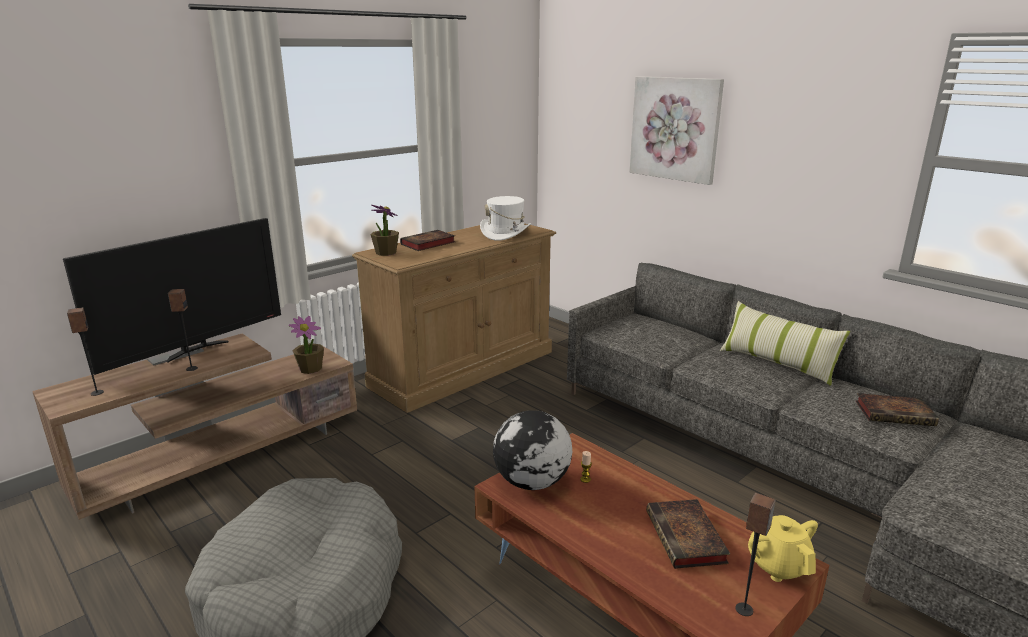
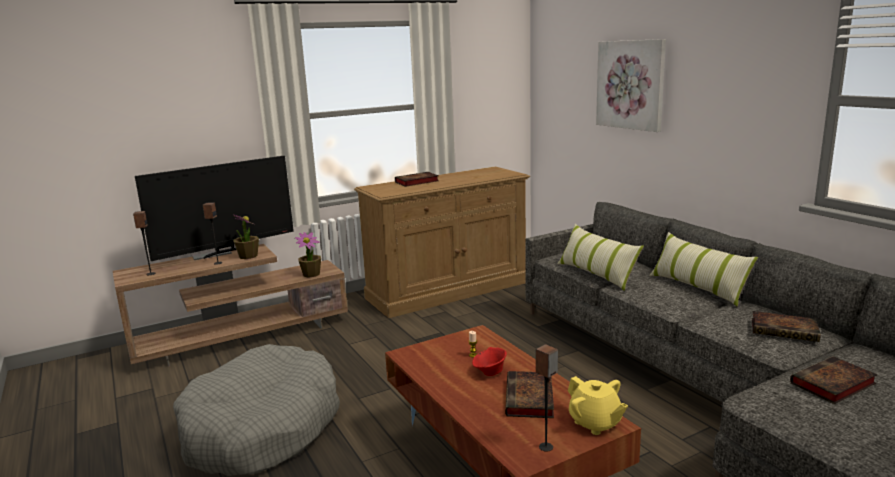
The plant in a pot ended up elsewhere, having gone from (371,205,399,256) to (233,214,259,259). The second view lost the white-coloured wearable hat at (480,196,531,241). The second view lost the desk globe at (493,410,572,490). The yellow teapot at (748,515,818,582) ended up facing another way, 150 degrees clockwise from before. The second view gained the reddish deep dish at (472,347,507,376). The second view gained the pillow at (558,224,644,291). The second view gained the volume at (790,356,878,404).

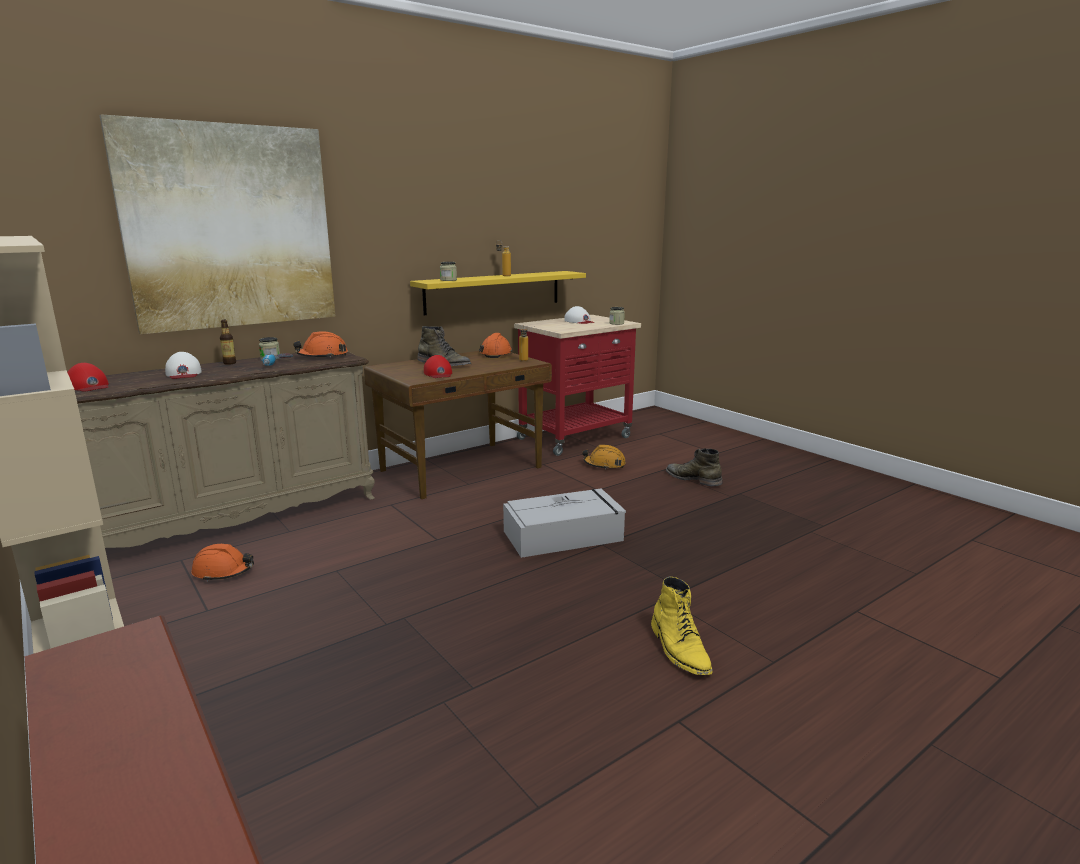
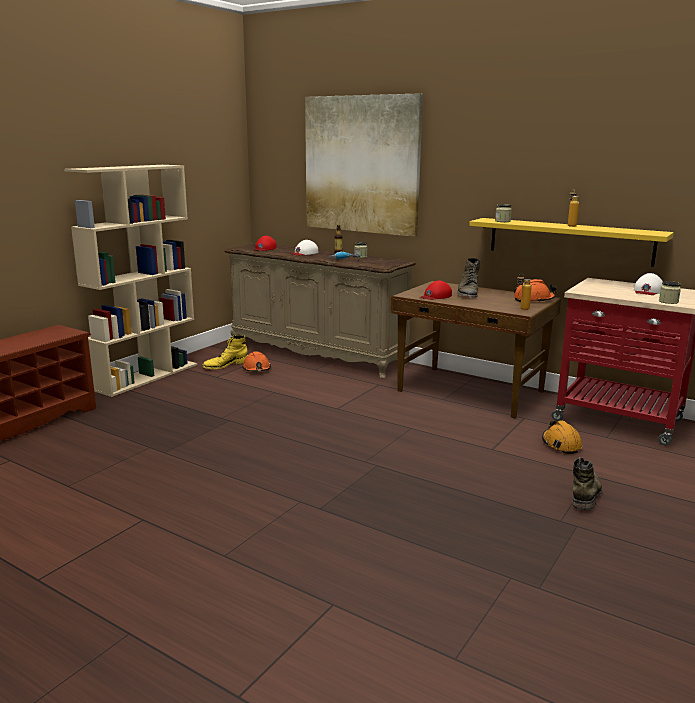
The second view lost the orange-coloured work helmet at (293,331,348,358). The second view lost the greyish storage bin at (503,488,626,558). The yellow tall boot ended up elsewhere, having gone from (651,577,712,675) to (202,335,248,369).

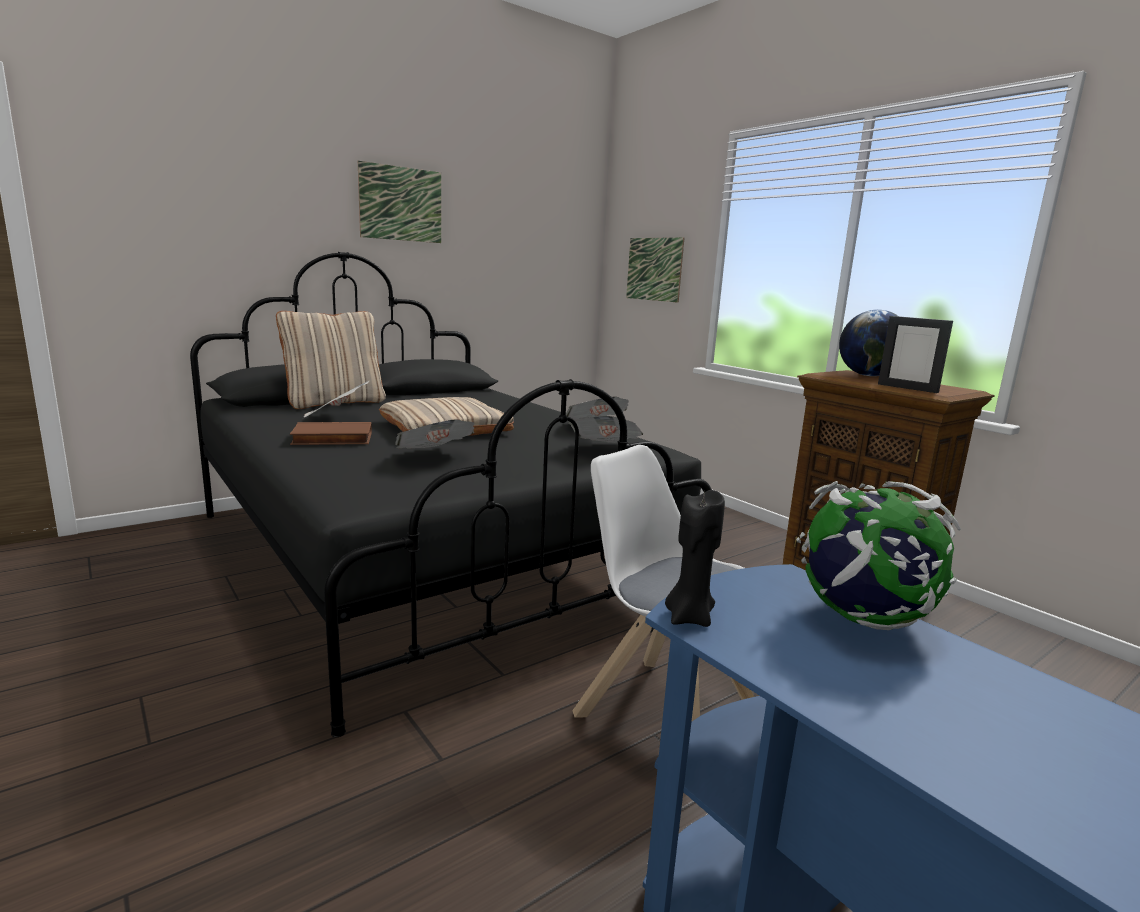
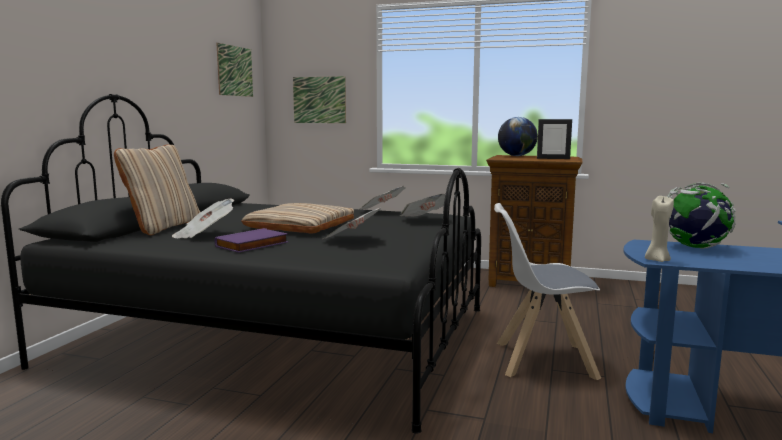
What was the brown volume at (290,422,372,445) turned into the purple-coloured volume at (215,228,288,253). The picture ended up elsewhere, having gone from (358,161,441,243) to (216,43,253,97). What was the blackish wax candle at (665,490,725,627) turned into the sand-coloured wax candle at (645,195,674,262).

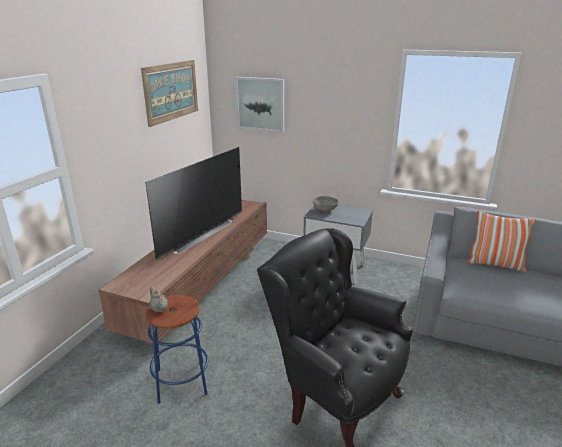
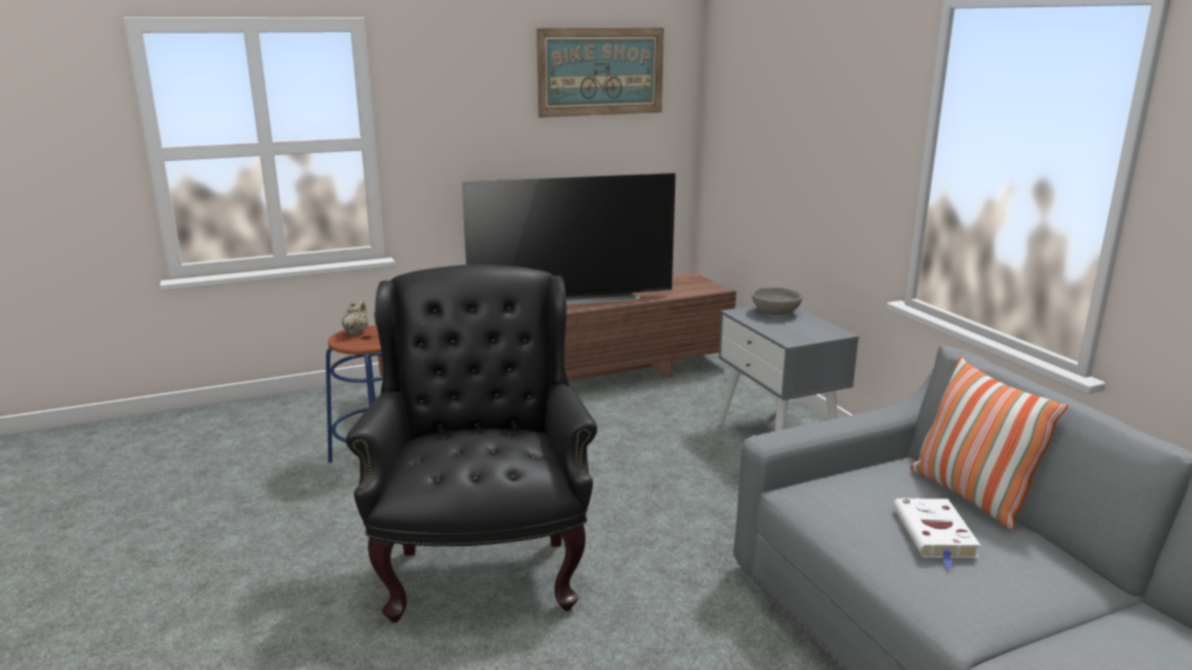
The second view lost the picture at (236,77,285,132). The second view gained the white-coloured volume at (893,498,981,569).

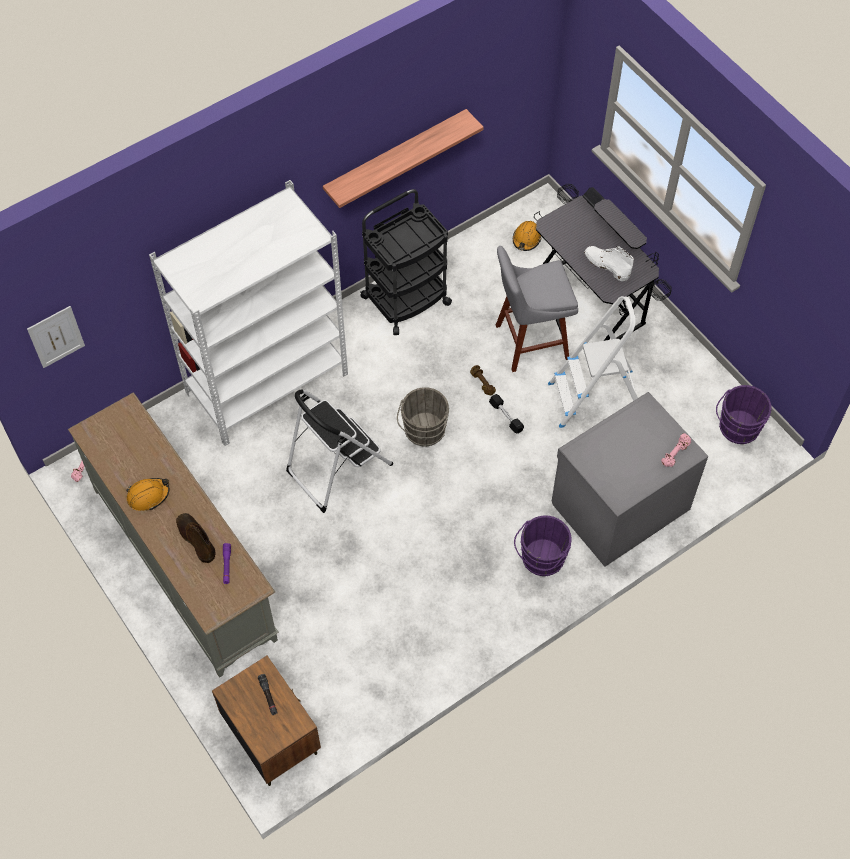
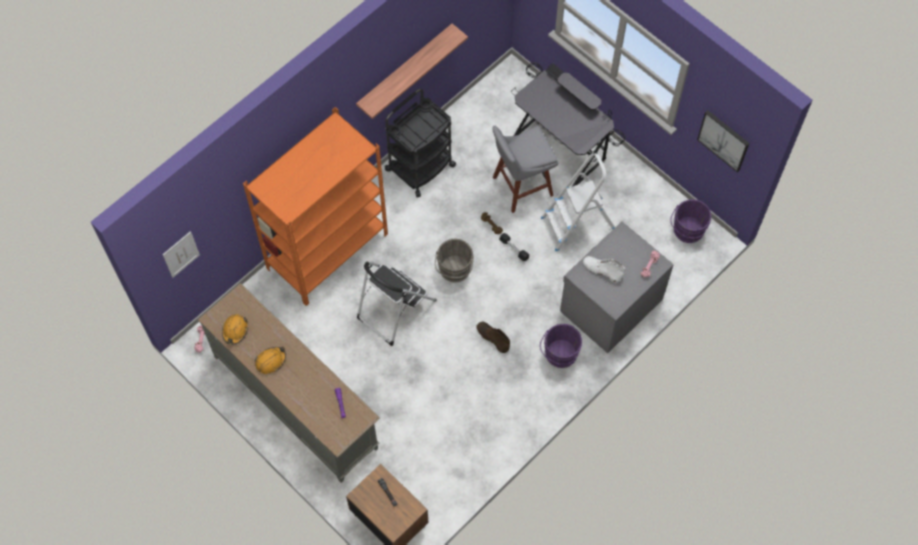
What was the white-coloured bookshelf at (149,180,348,446) turned into the orange-coloured bookshelf at (243,107,388,306). The brown tall boot ended up elsewhere, having gone from (176,513,215,563) to (476,322,510,353). The orange-coloured work helmet ended up elsewhere, having gone from (513,221,542,251) to (222,314,248,345). The white-coloured tall boot ended up elsewhere, having gone from (585,246,634,281) to (583,256,625,283). The second view gained the picture at (697,110,749,172).

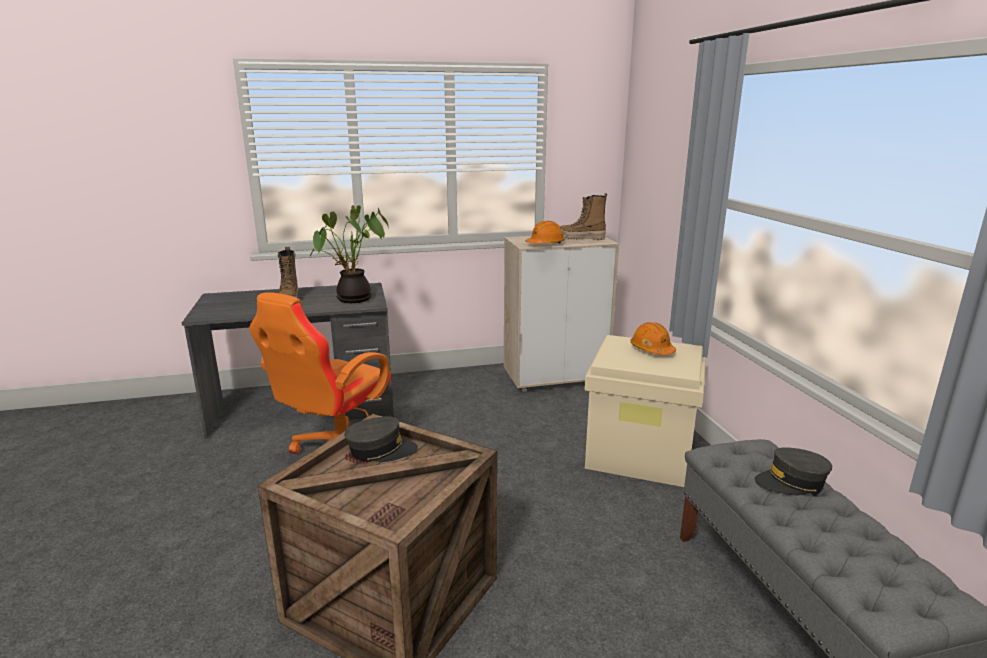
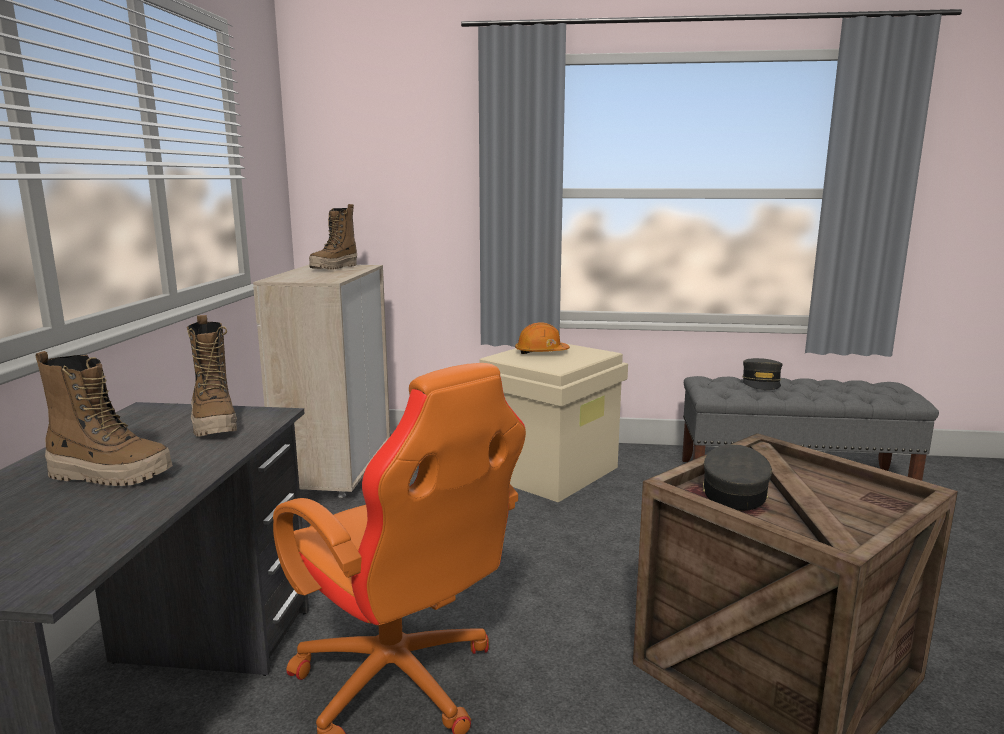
Where the plant in a pot stood at (310,205,389,303), the tall boot came to stand at (187,315,237,436). The second view lost the orange-coloured work helmet at (526,221,565,244).

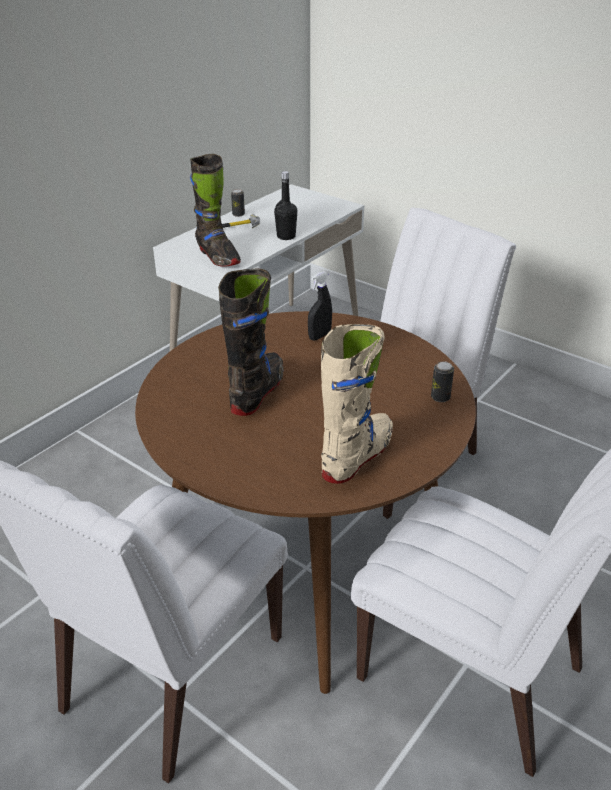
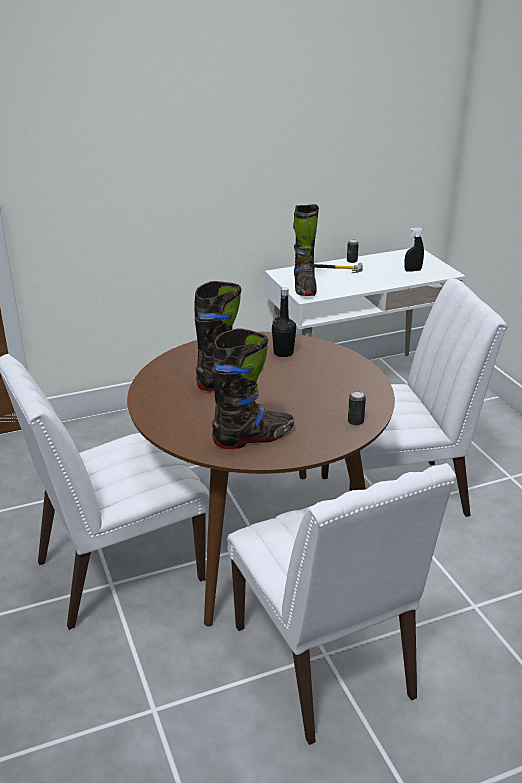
The blackish bottle ended up elsewhere, having gone from (274,171,297,240) to (272,287,296,357). The blackish sprayer ended up elsewhere, having gone from (308,271,332,341) to (404,227,424,272). What was the sand-coloured tall boot at (321,324,393,484) turned into the blackish tall boot at (212,328,294,449).

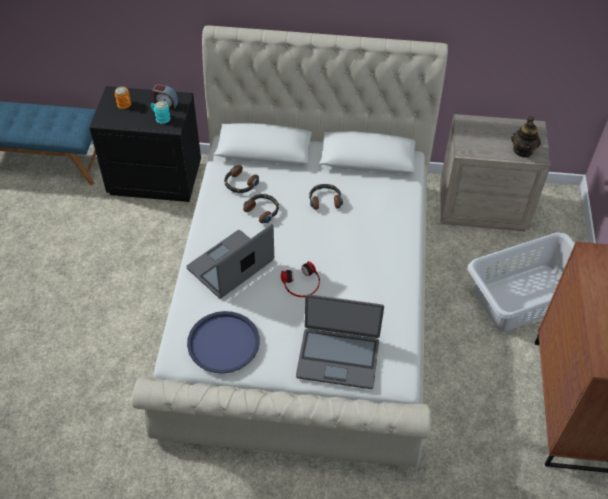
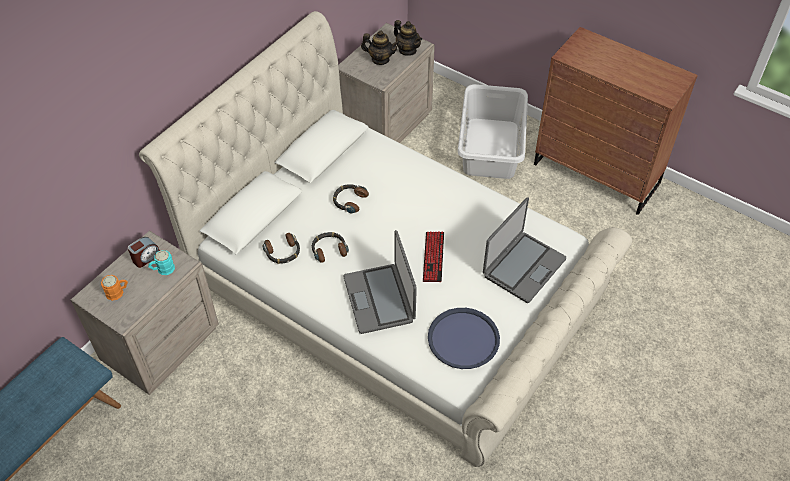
What was the blackish nightstand at (89,86,201,202) turned into the sand-coloured nightstand at (71,231,219,395). Where the headphones stood at (281,261,320,297), the PC keyboard came to stand at (423,231,444,282). The second view gained the teapot at (361,30,399,65).

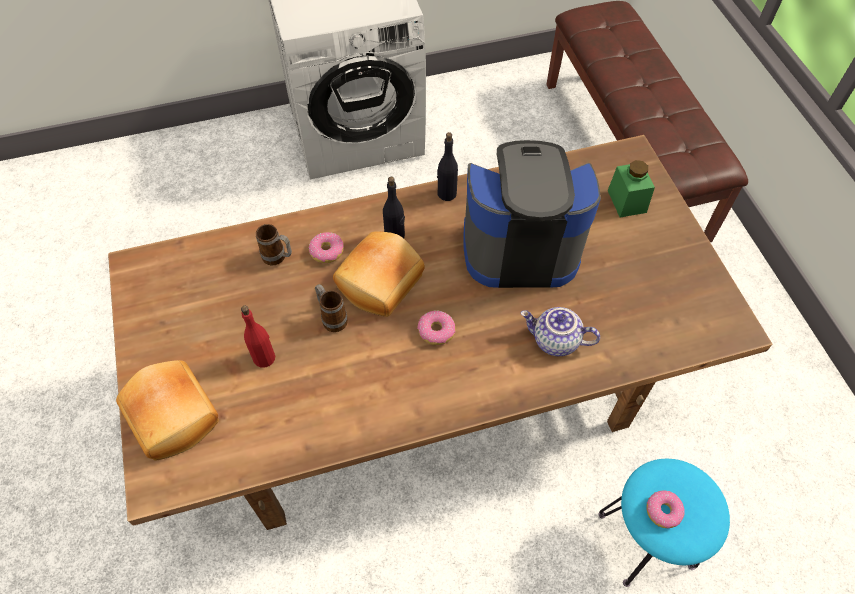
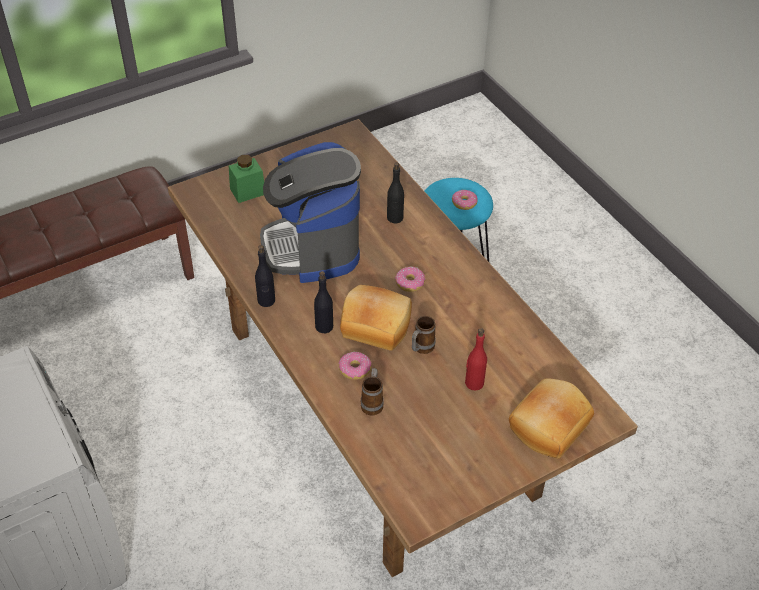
Where the teapot stood at (521,307,600,356), the blackish bottle came to stand at (387,162,404,223).

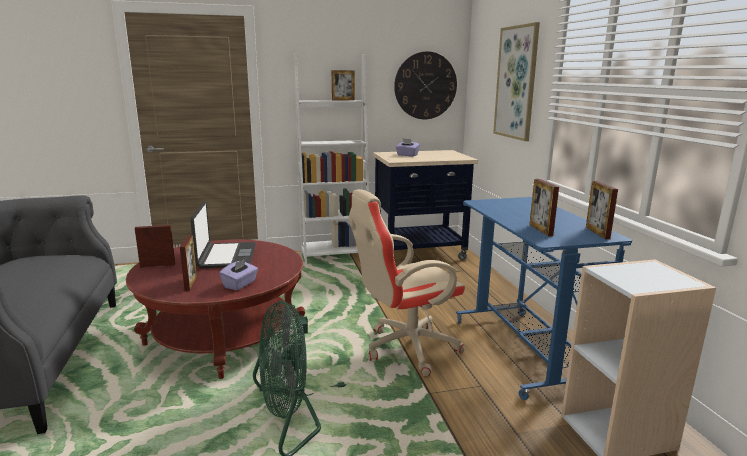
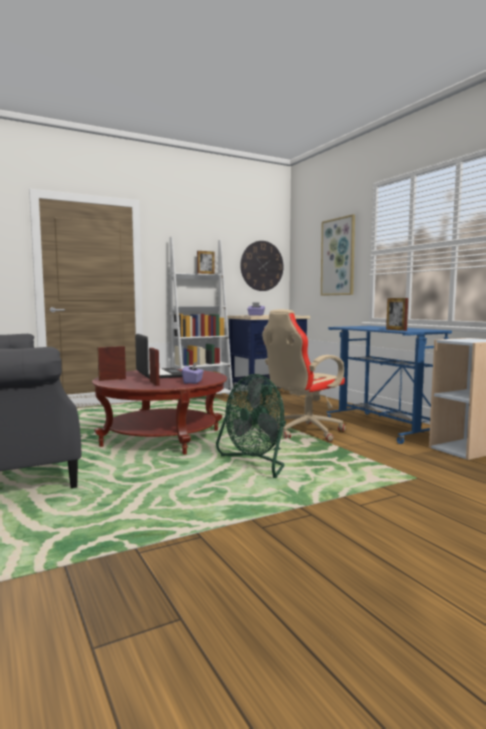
The second view lost the photo frame at (586,181,618,239).

